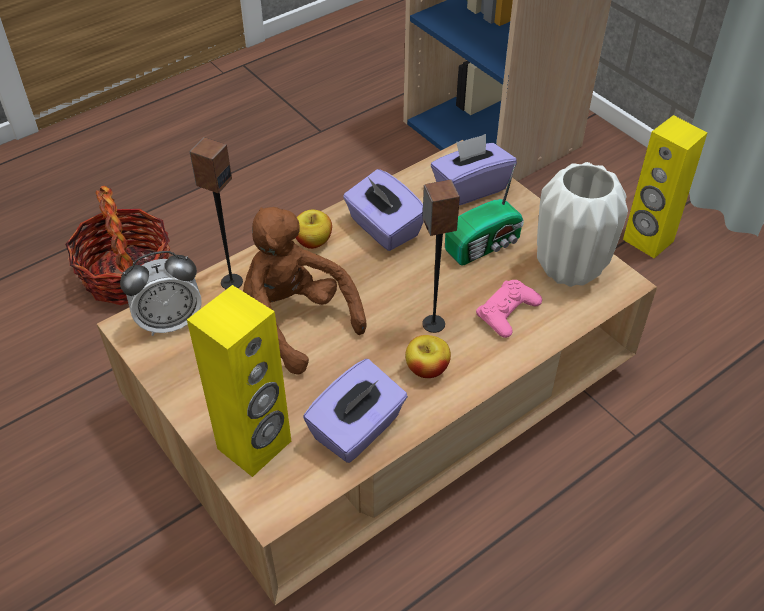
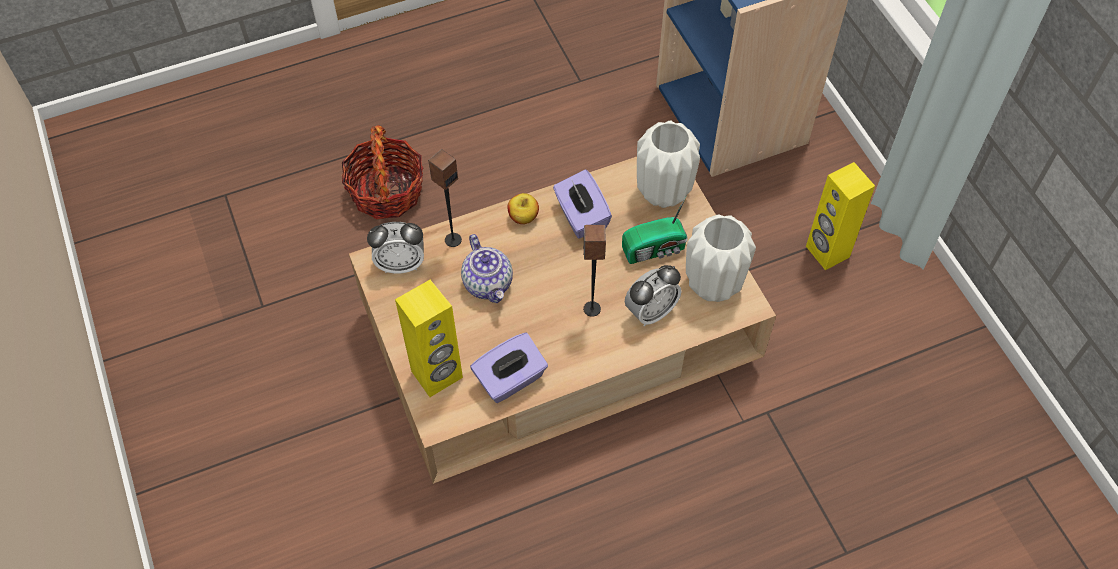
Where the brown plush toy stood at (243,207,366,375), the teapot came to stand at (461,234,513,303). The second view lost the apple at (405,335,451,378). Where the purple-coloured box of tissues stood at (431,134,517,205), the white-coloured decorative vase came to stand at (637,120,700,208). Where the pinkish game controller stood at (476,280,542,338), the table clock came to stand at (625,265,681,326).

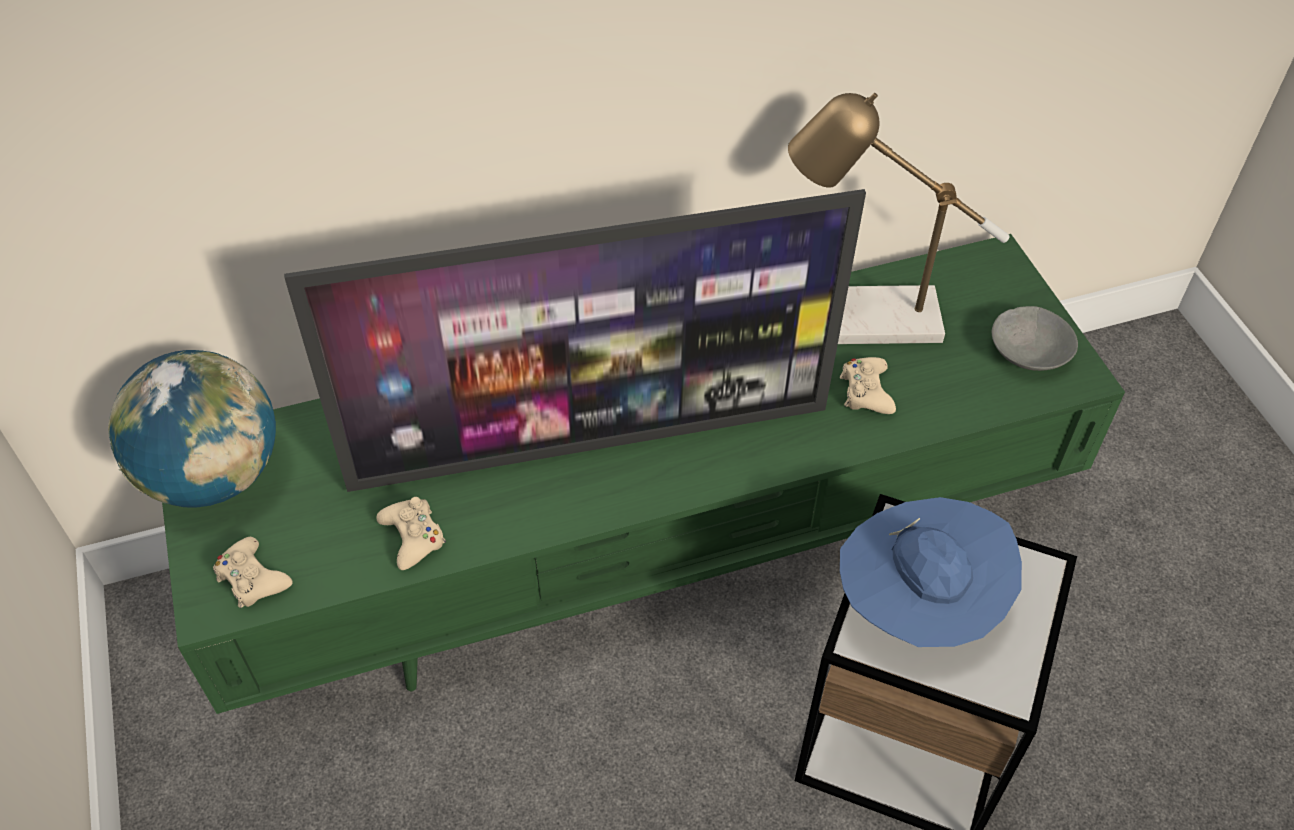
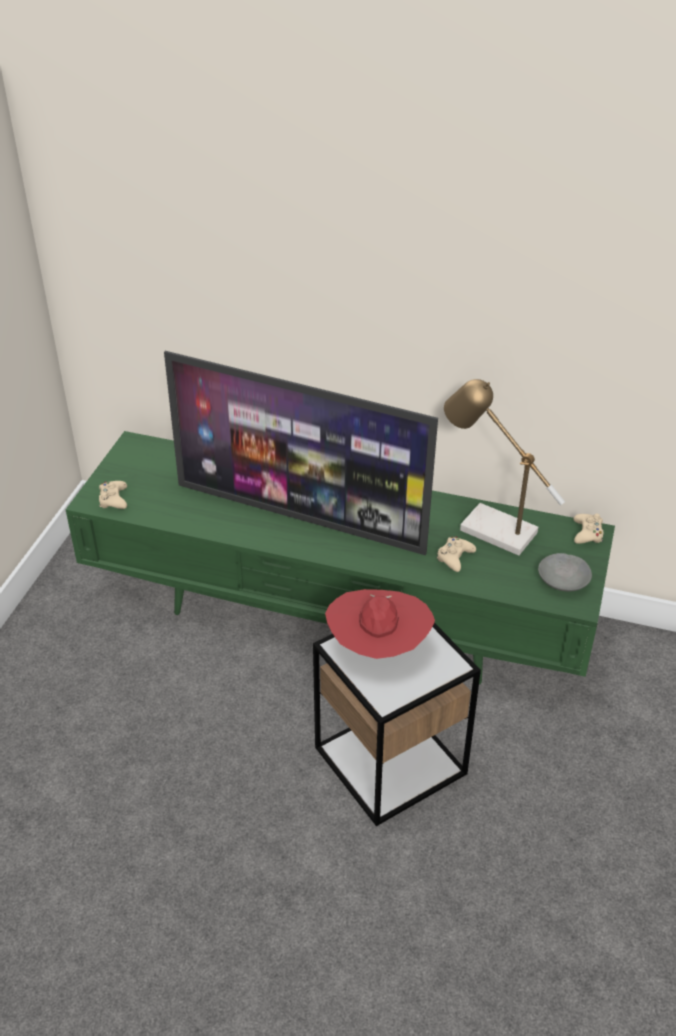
The second view lost the desk globe at (108,350,276,508). The sand-coloured game controller ended up elsewhere, having gone from (377,497,446,570) to (574,514,603,544). What was the blue-coloured wearable hat at (840,497,1022,647) turned into the reddish wearable hat at (325,589,435,659).

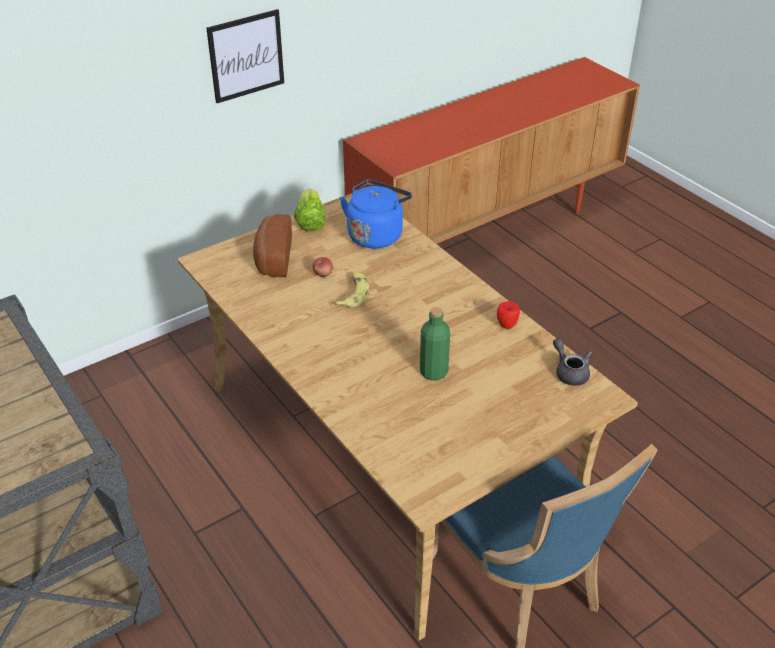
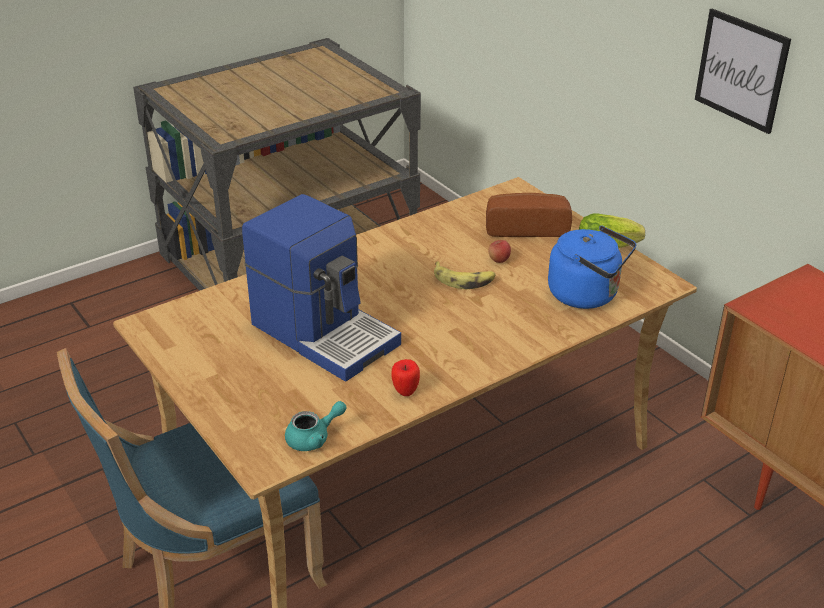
Where the greenish bottle stood at (420,307,450,381), the coffee machine came to stand at (242,194,401,382). What was the greyish teapot at (553,338,592,386) turned into the blue-green teapot at (285,401,346,451).

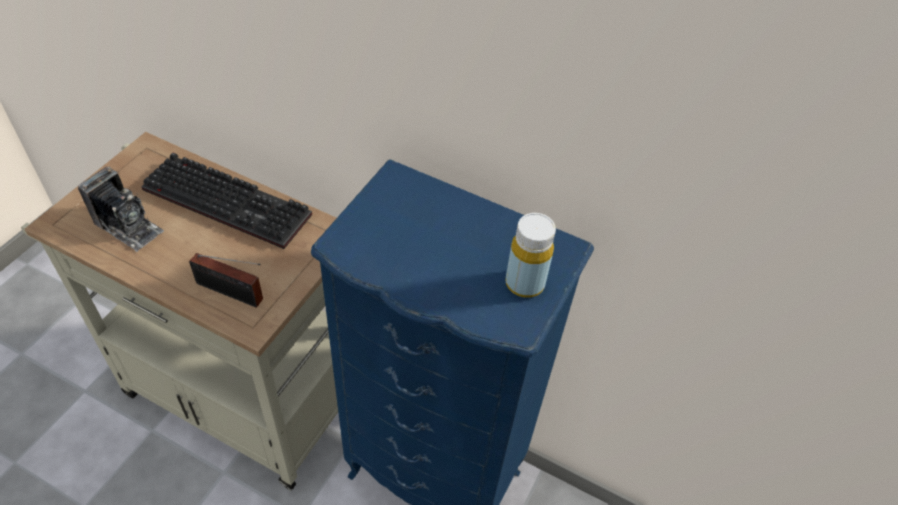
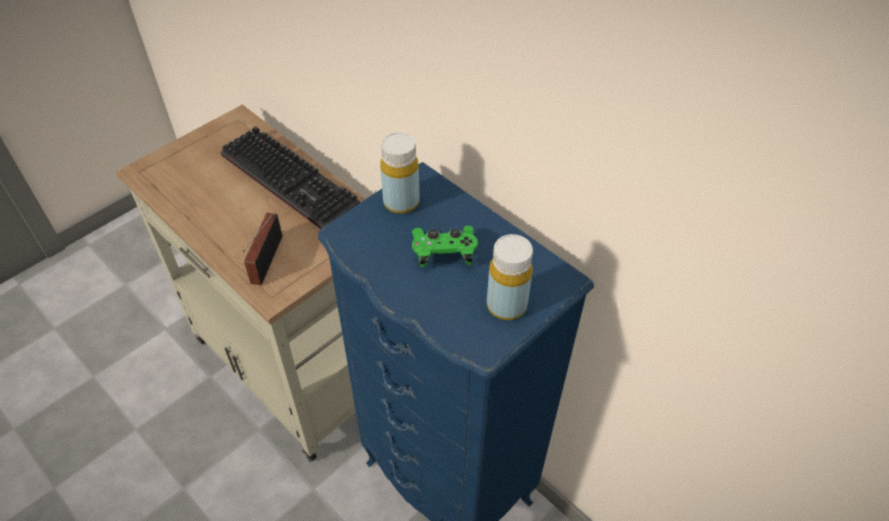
The second view lost the still camera at (78,166,164,252). The radio at (189,253,263,308) ended up facing another way, 60 degrees clockwise from before. The second view gained the yellow bottle at (380,132,419,214). The second view gained the greenish game controller at (412,226,478,268).

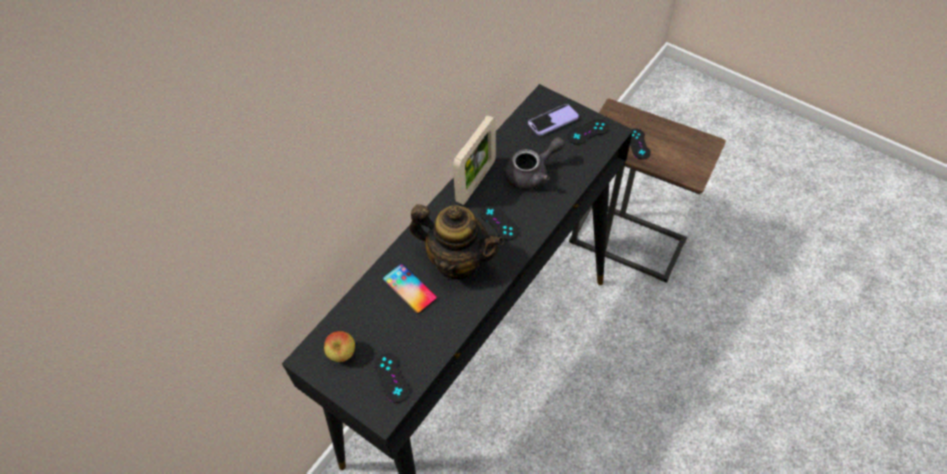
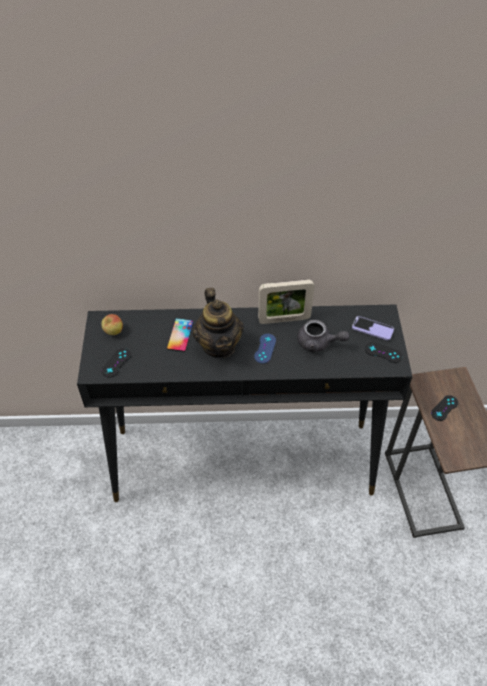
What was the blackish game controller at (480,204,519,241) turned into the blue-coloured game controller at (254,334,276,363).

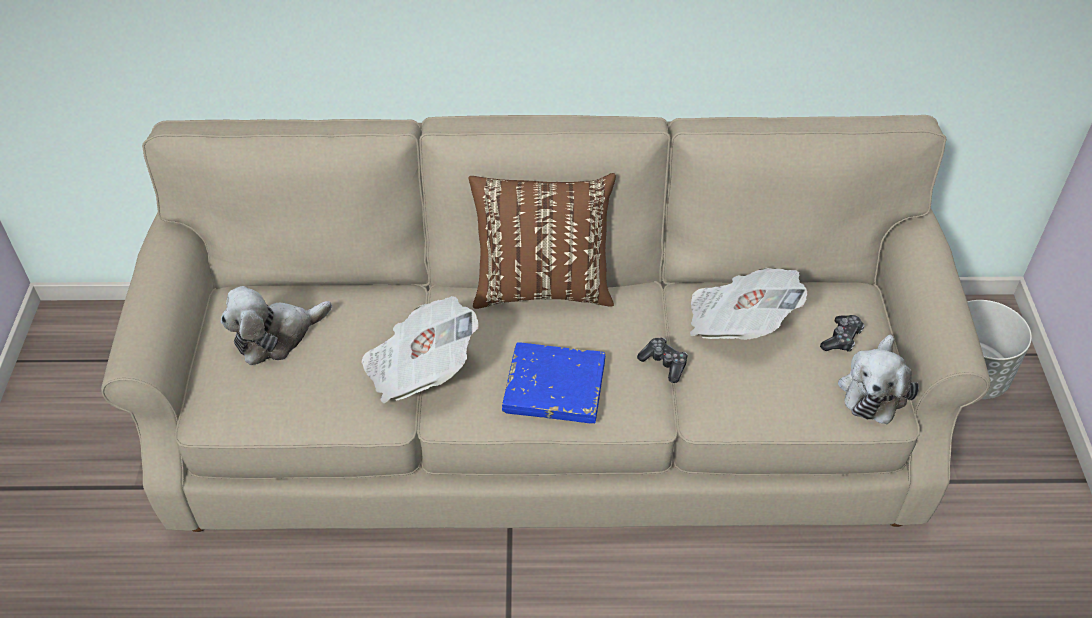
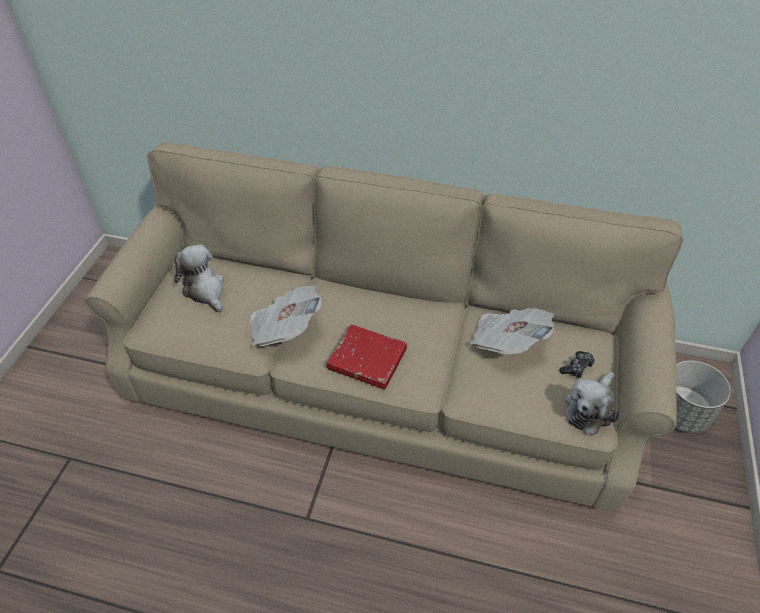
The plush toy at (221,286,332,365) ended up facing another way, 75 degrees clockwise from before. The second view lost the brown pillow at (469,173,616,309). What was the blue-coloured volume at (502,342,605,424) turned into the reddish volume at (327,325,407,389). The second view lost the game controller at (637,337,688,383).

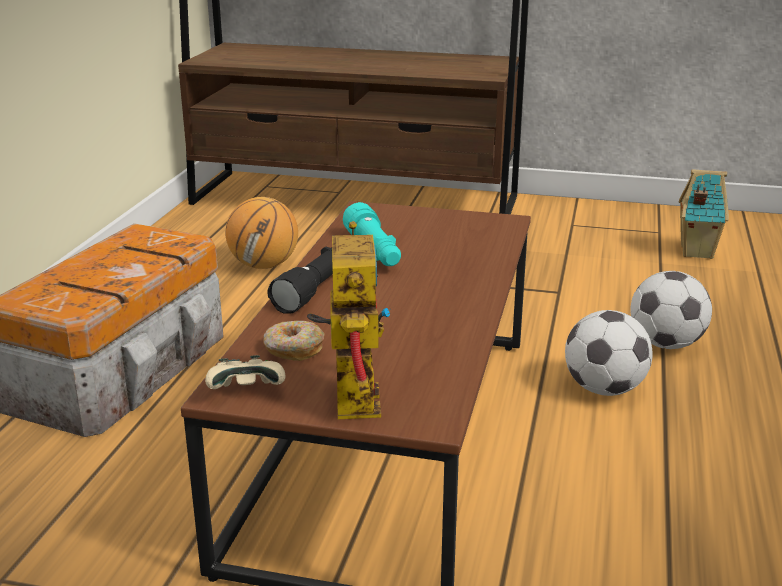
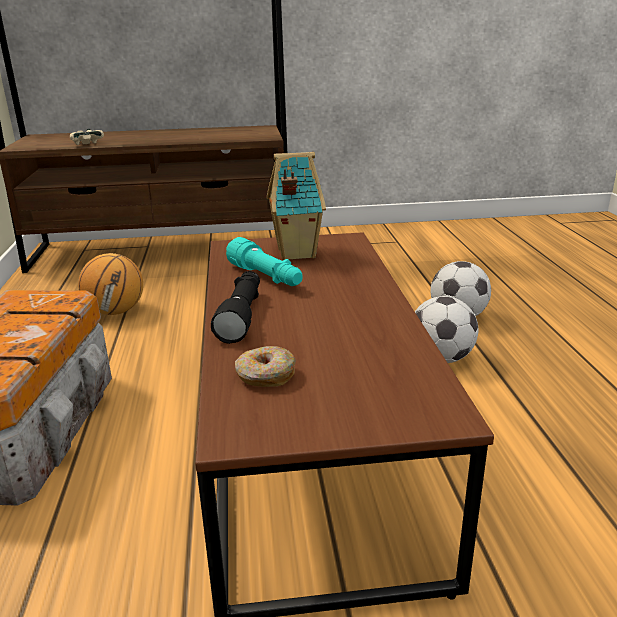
The sand-coloured game controller ended up elsewhere, having gone from (205,355,286,389) to (70,129,104,145). The second view lost the model robot at (307,221,391,419). The toy house ended up elsewhere, having gone from (679,169,729,259) to (267,152,326,260).

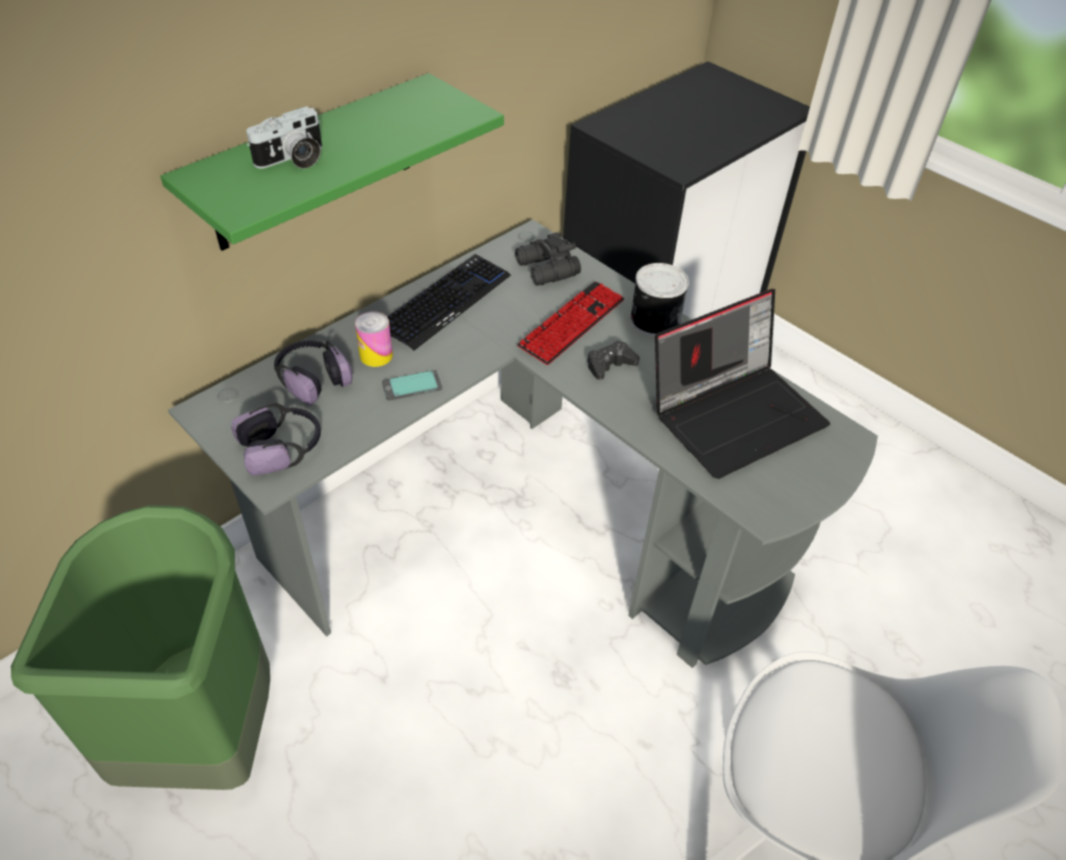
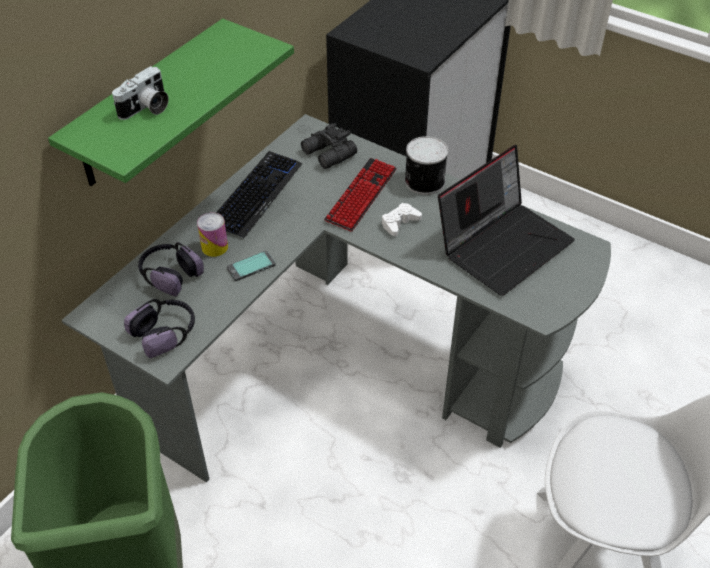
What was the blackish game controller at (587,340,640,380) turned into the white-coloured game controller at (382,203,422,236).

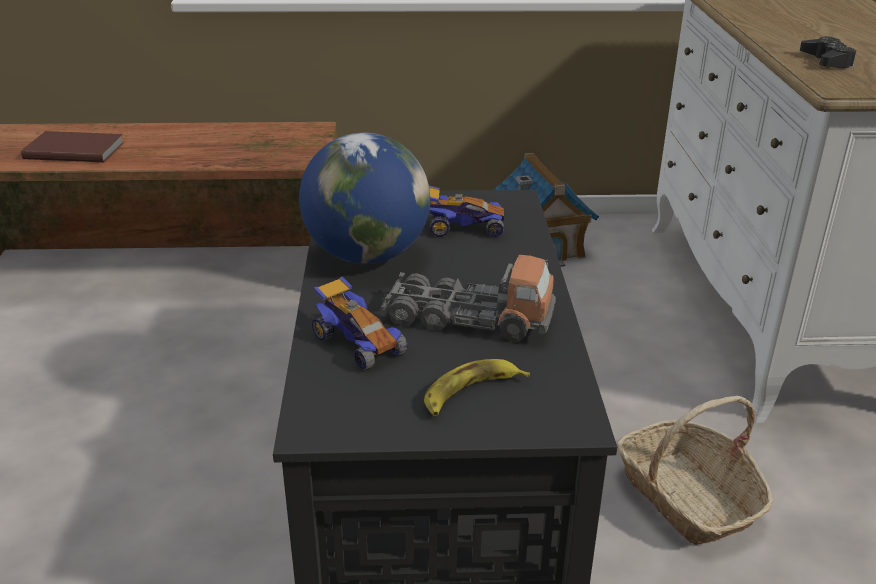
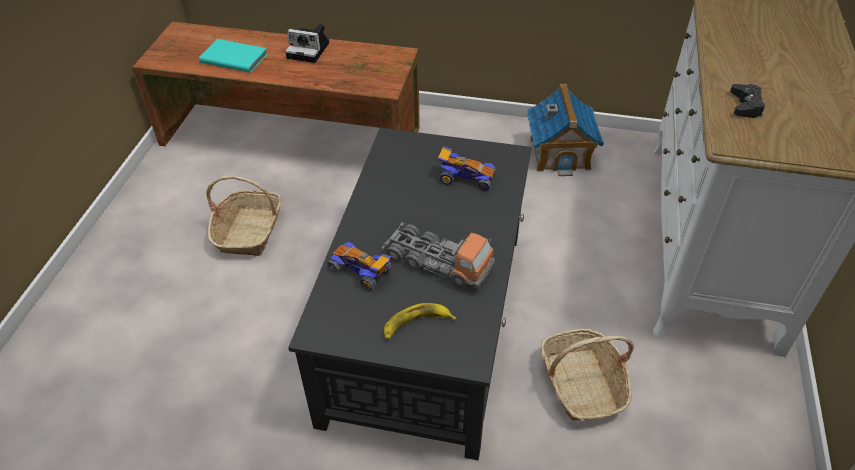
What was the brown volume at (21,131,124,163) turned into the blue-green volume at (199,39,267,73). The second view lost the desk globe at (299,133,430,264). The miniature car at (312,276,408,370) ended up facing another way, 150 degrees clockwise from before. The second view gained the storage basket at (206,176,281,256). The second view gained the still camera at (285,24,329,63).

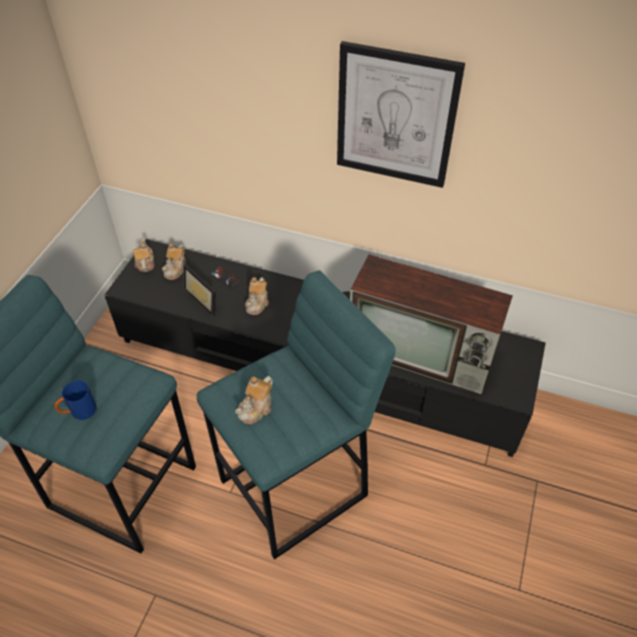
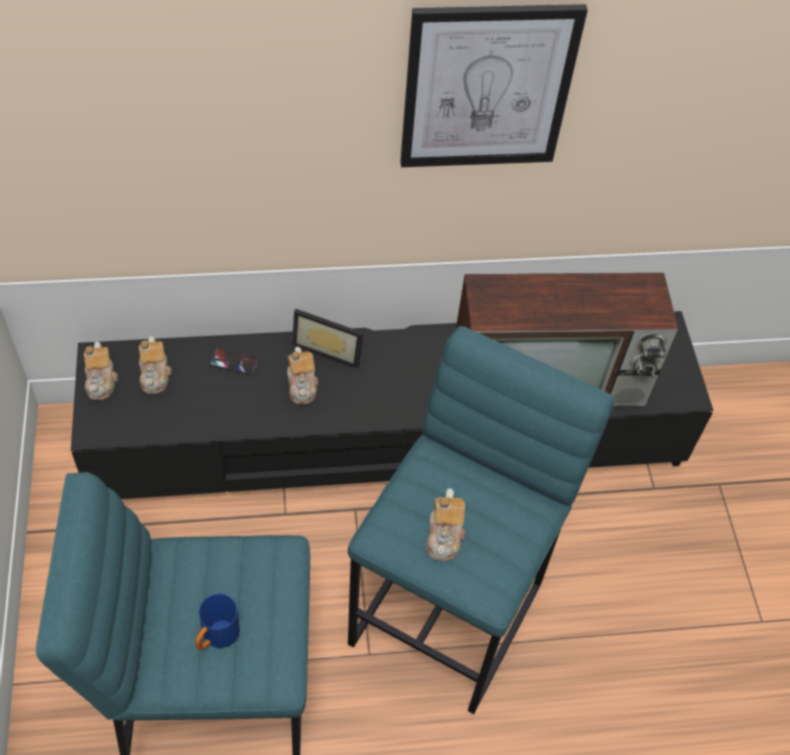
The teapot at (133,237,154,272) ended up facing another way, 150 degrees counterclockwise from before. The photo frame ended up elsewhere, having gone from (183,264,216,317) to (292,309,363,369).

